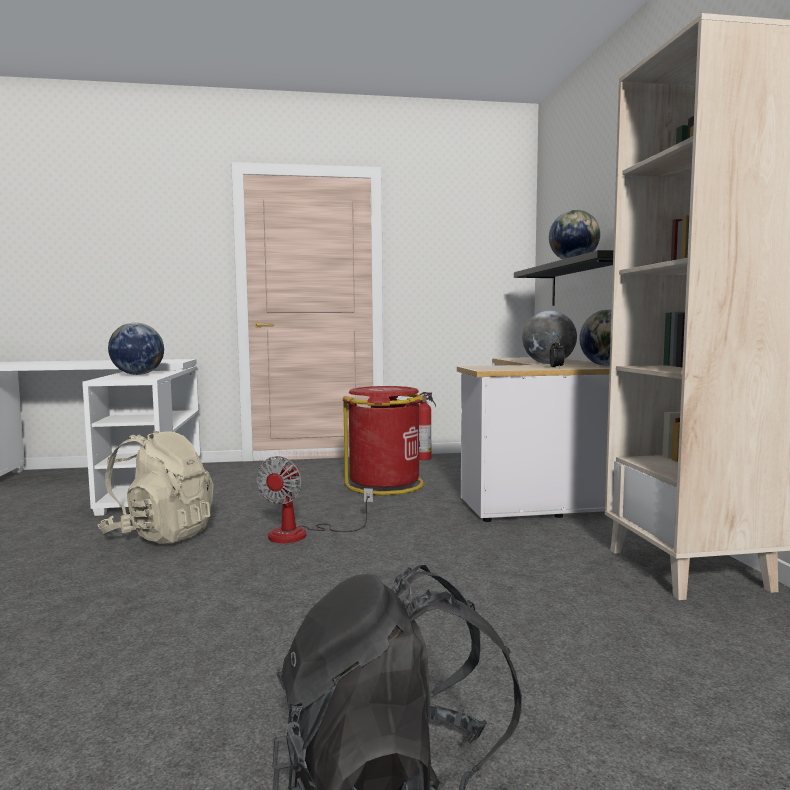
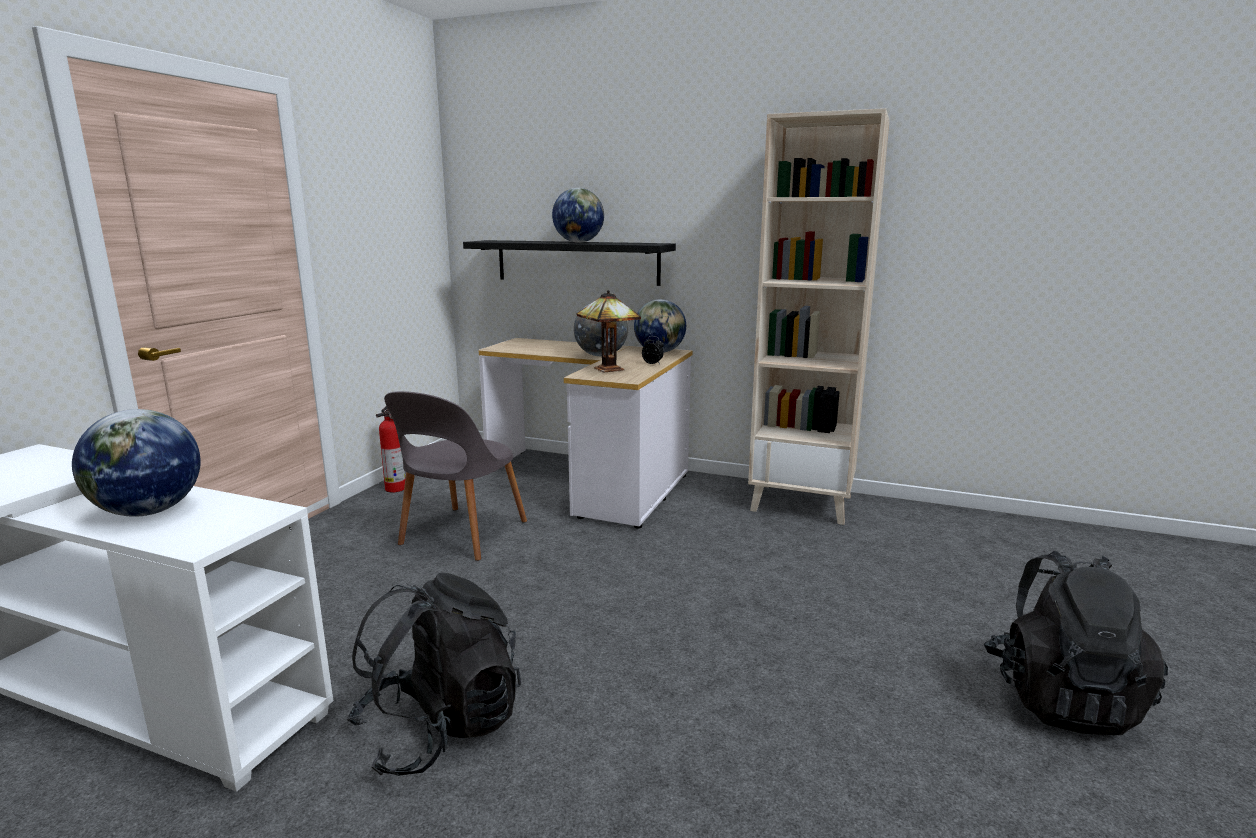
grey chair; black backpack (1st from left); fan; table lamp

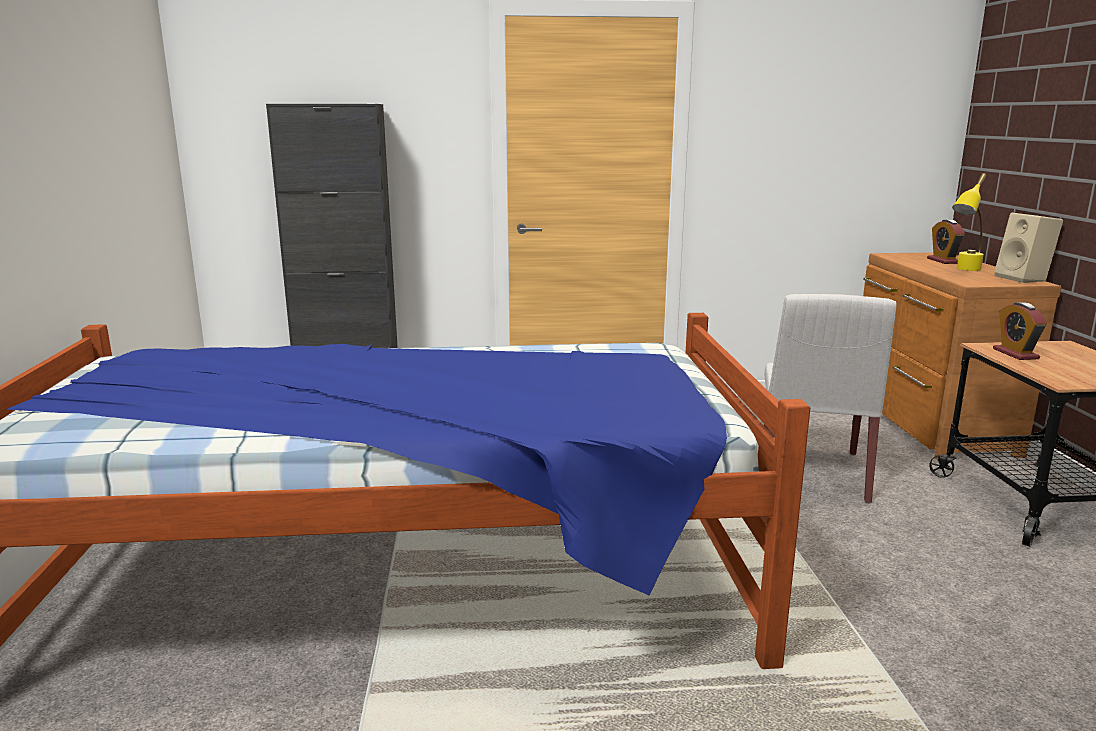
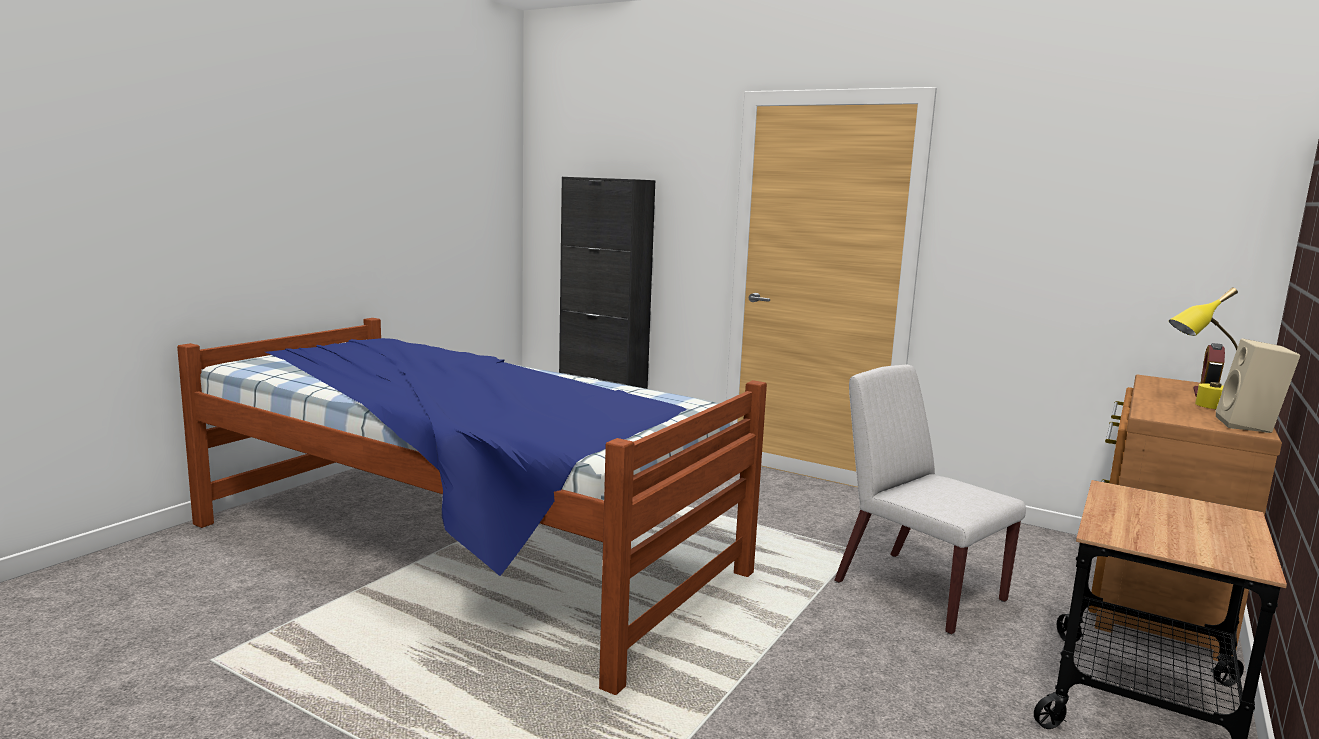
white chair; alarm clock (2nd from left in the first image)

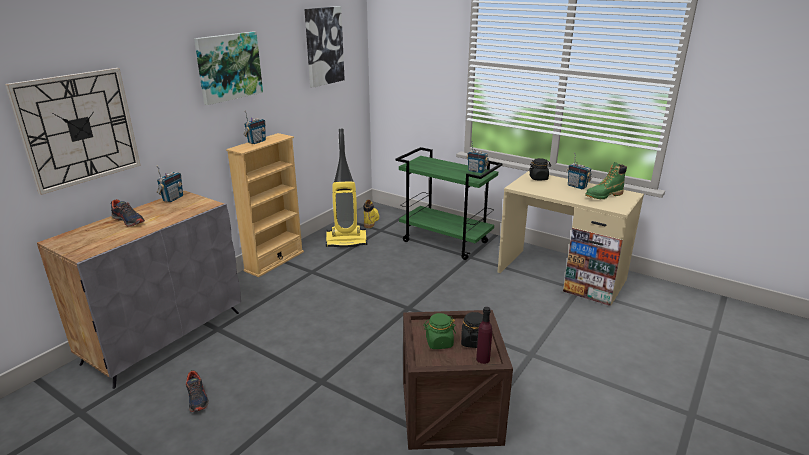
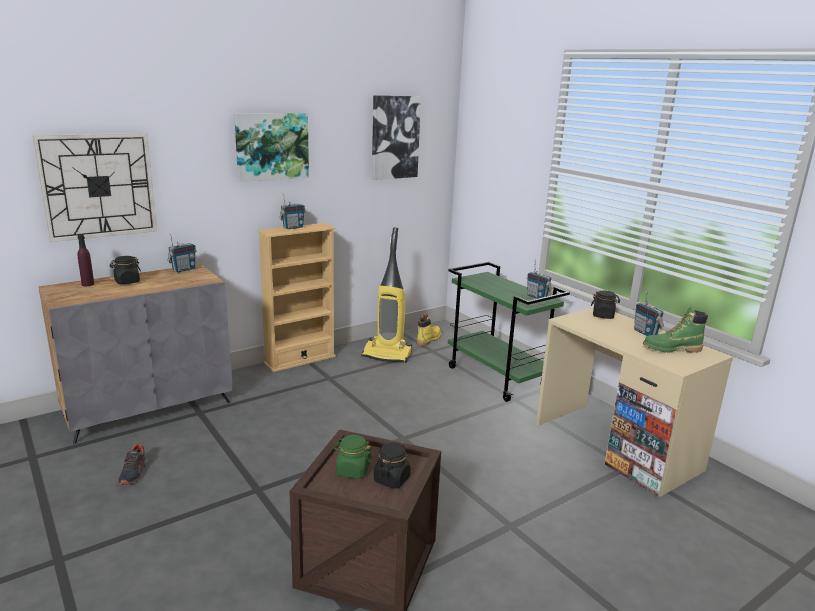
black jar (1st from left); purple bottle

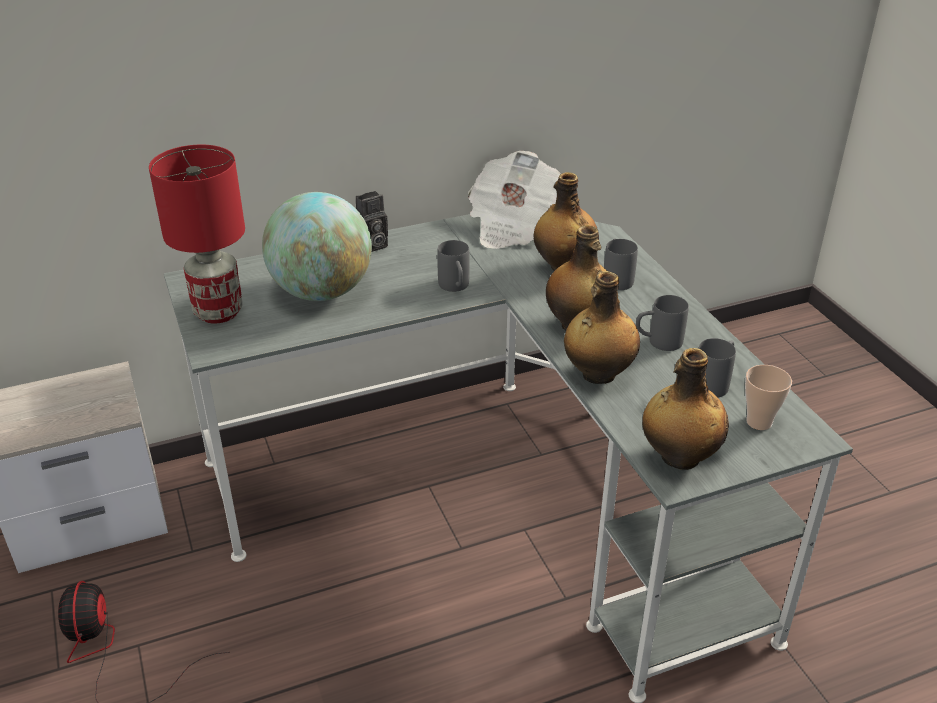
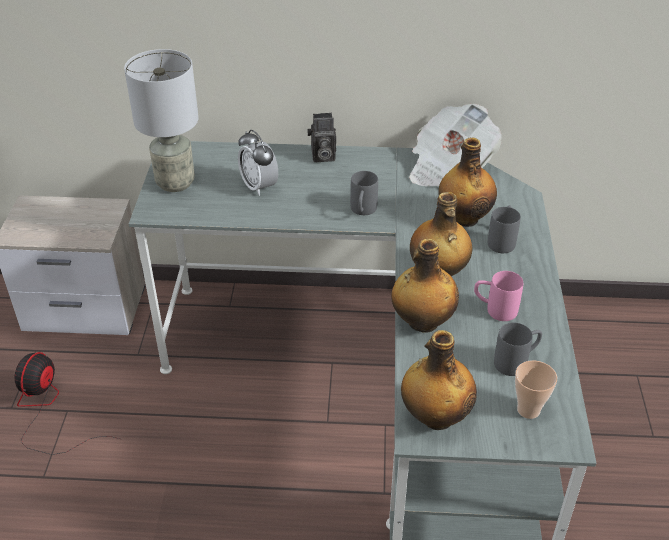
grey table lamp; alarm clock; pink mug

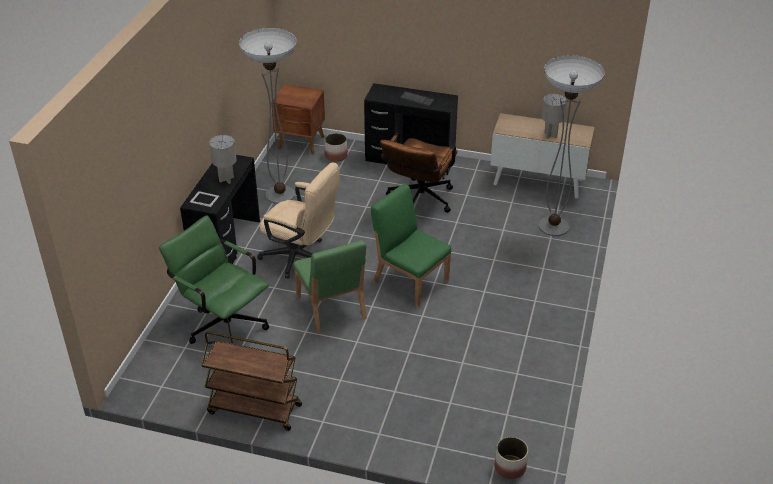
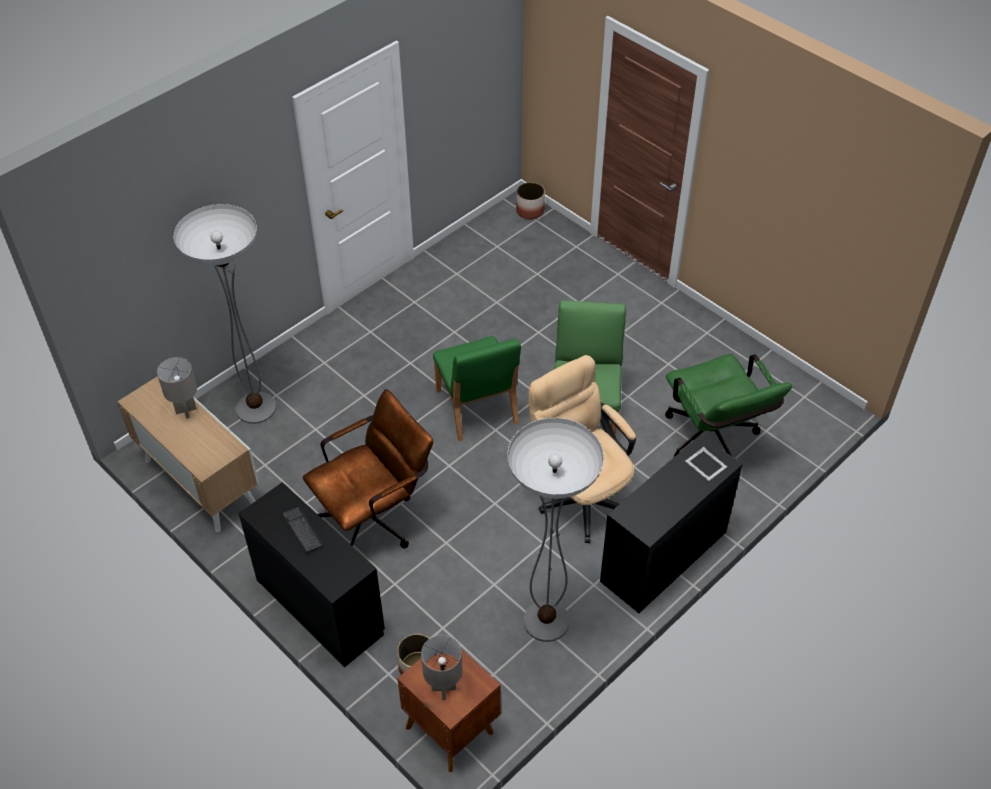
grey table lamp (2nd from left); brown cart

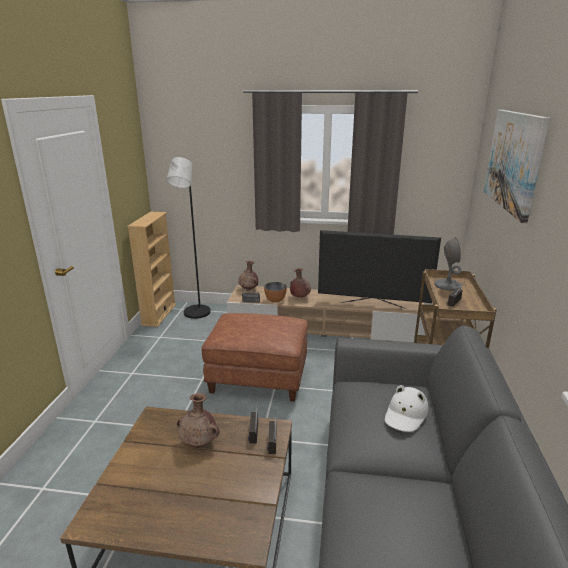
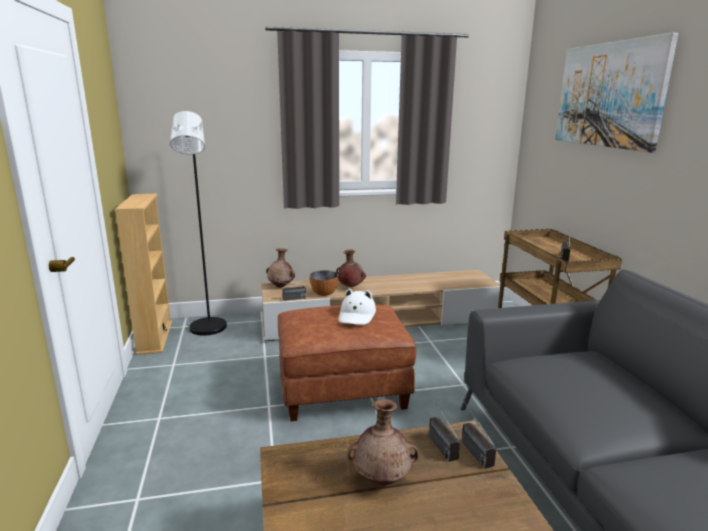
television; grey table lamp; white hat

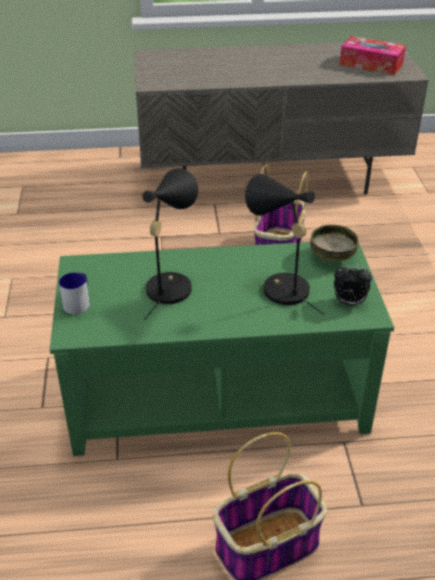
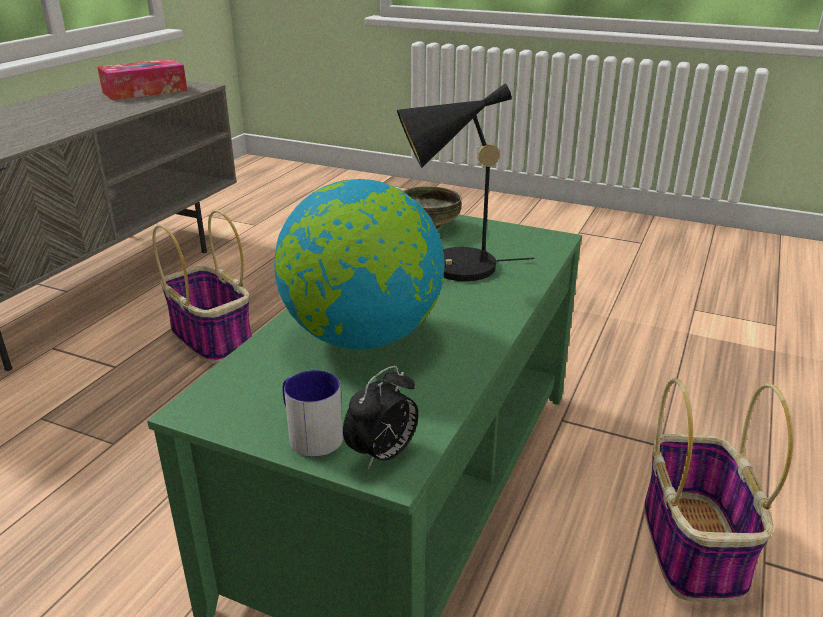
globe; alarm clock

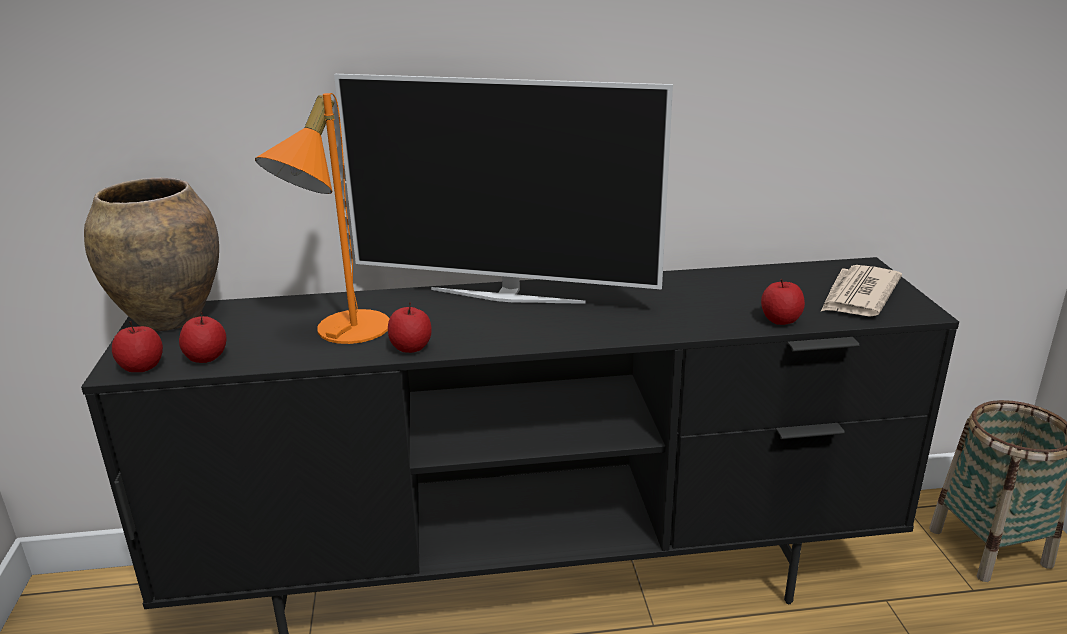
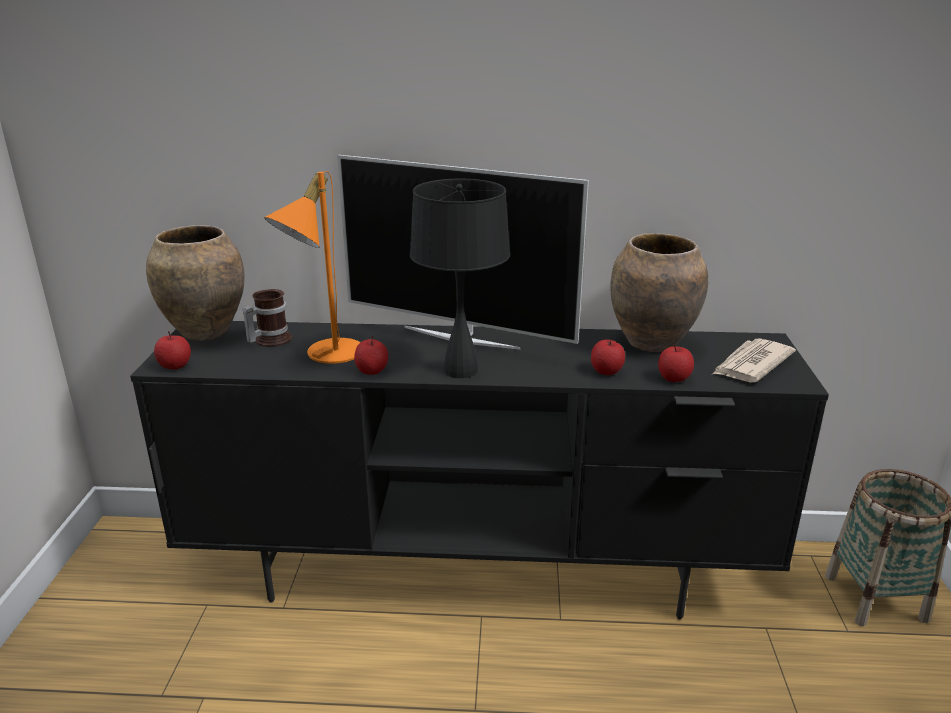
apple (3rd from left); black table lamp; brown vase (2nd from left); mug

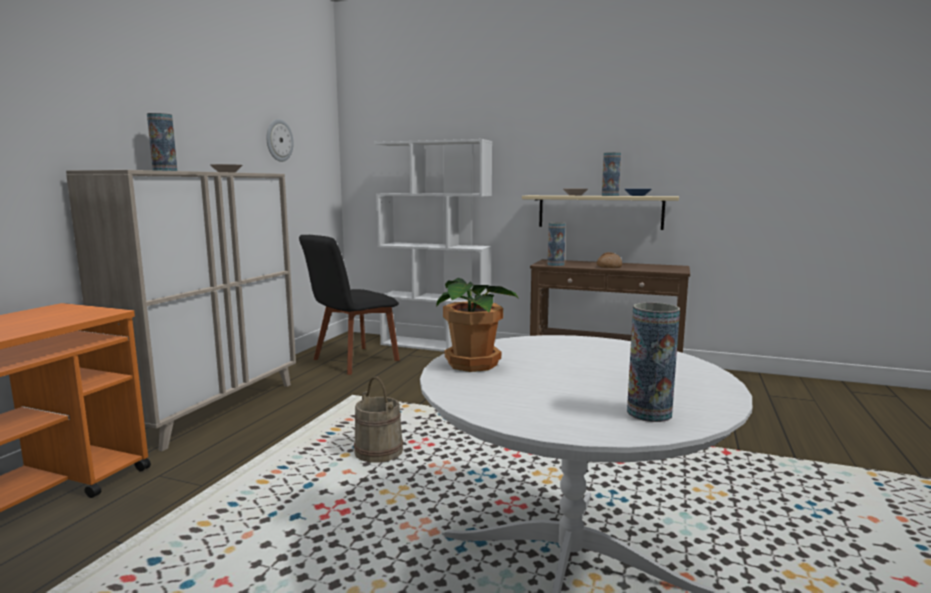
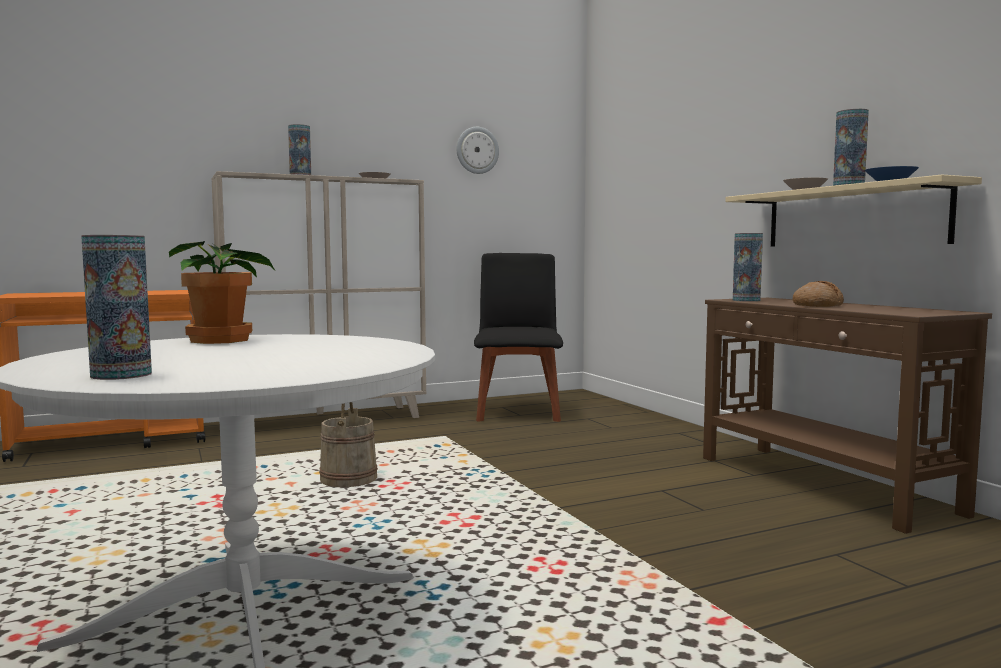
white bookcase; black chair

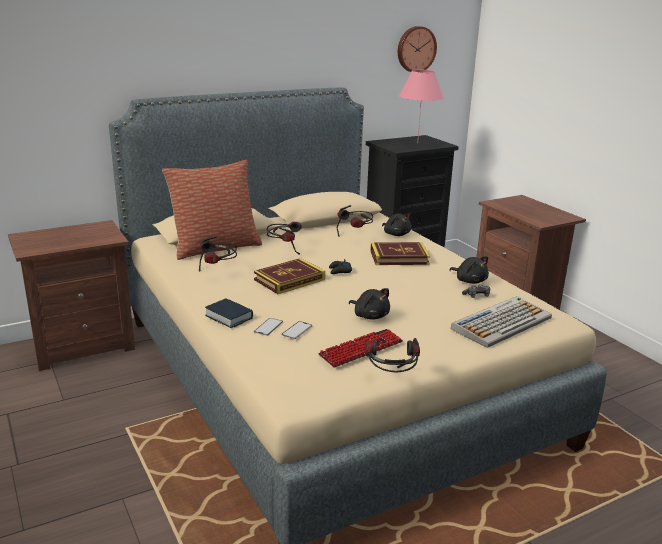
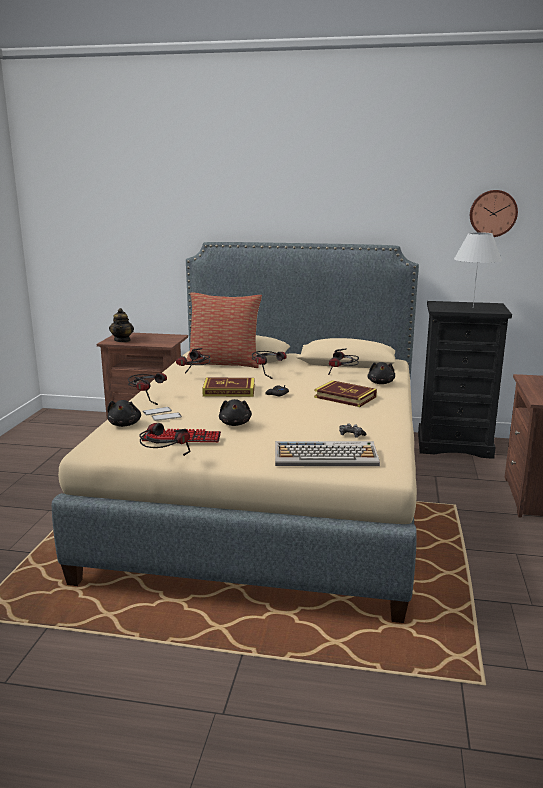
white table lamp; black plush toy (1st from left); headphones (1st from left); teapot

